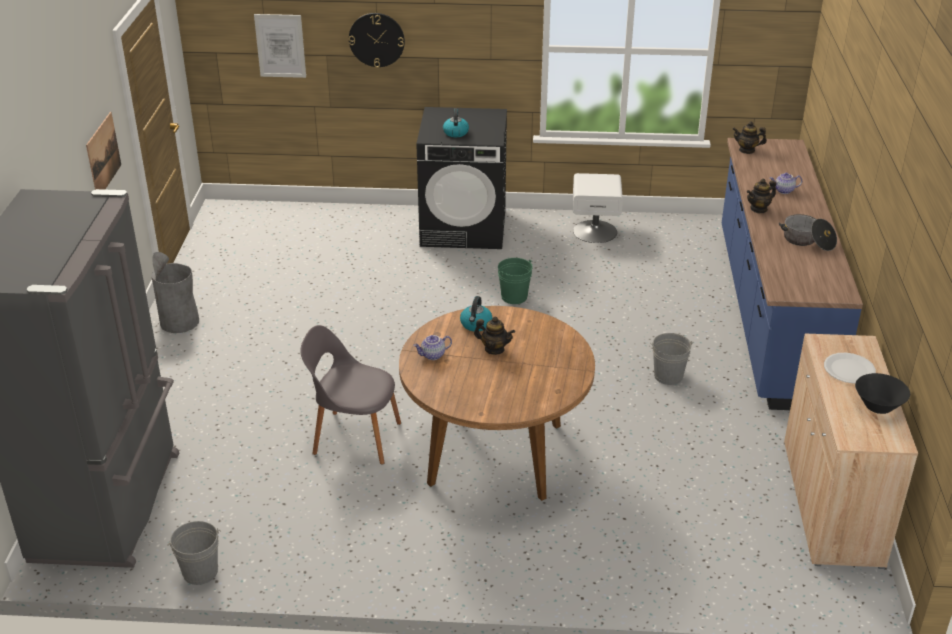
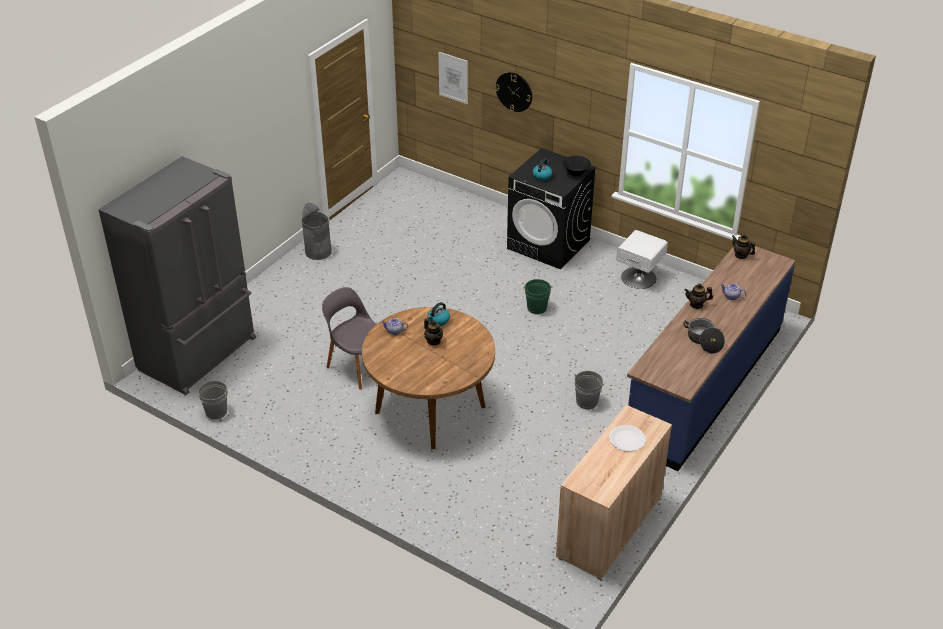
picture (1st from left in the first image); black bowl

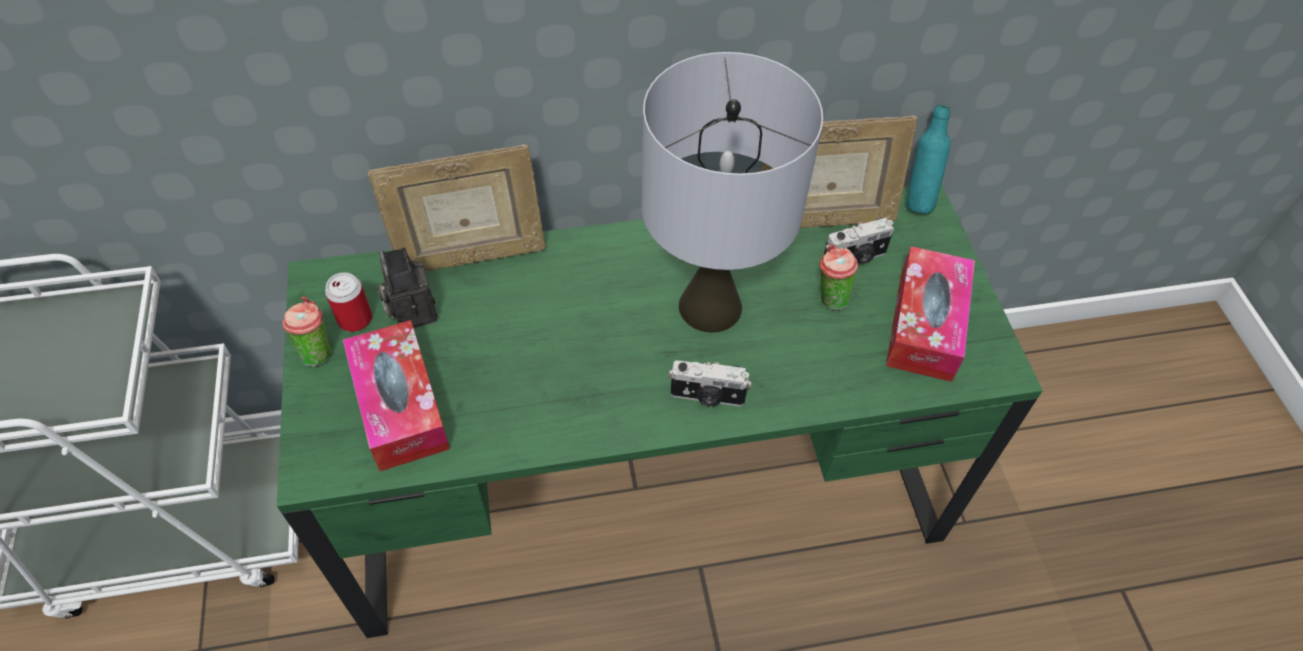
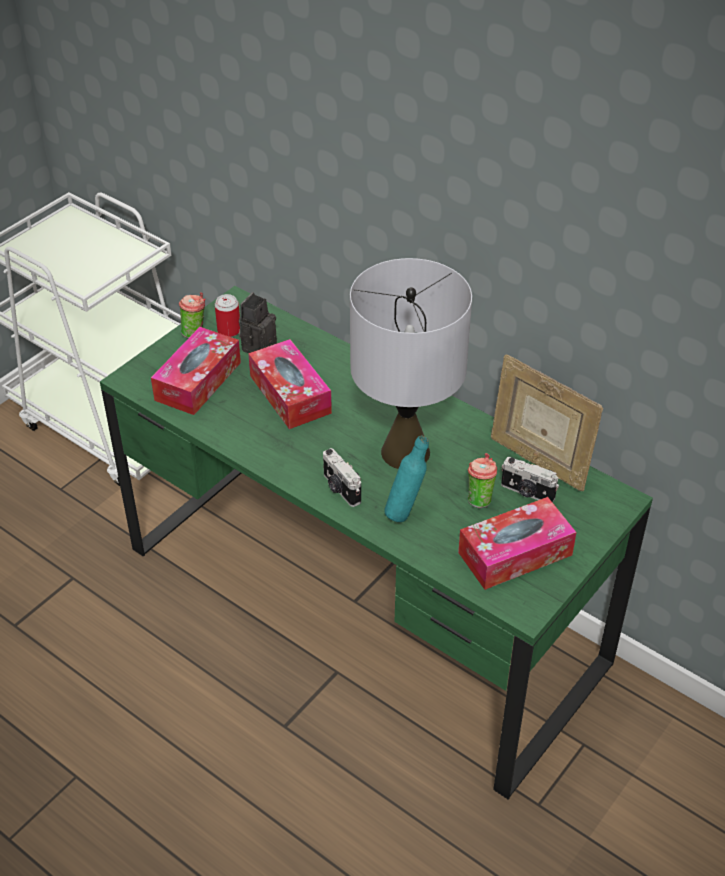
turquoise bottle; picture frame (1st from left in the first image); tissue box (2nd from left)

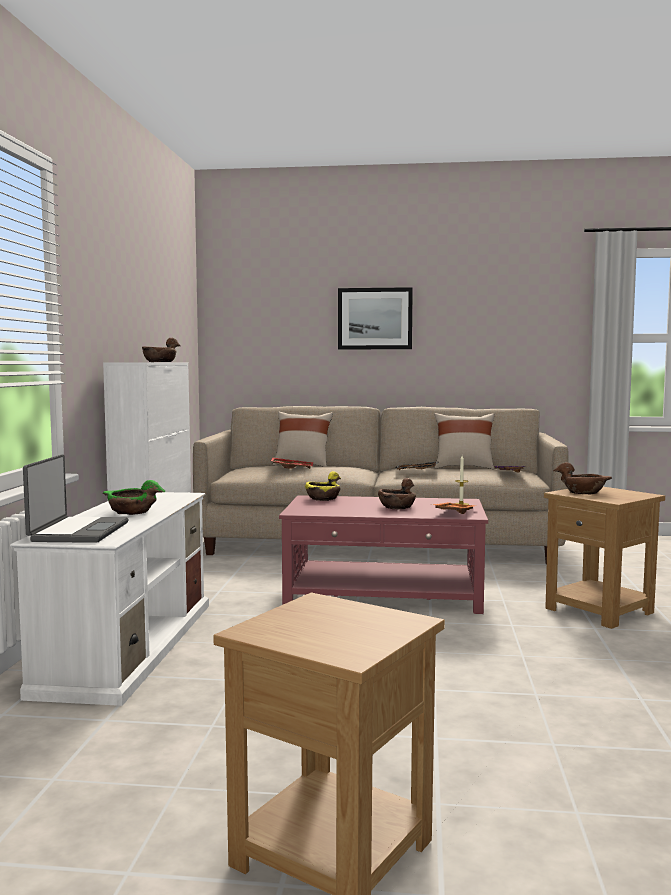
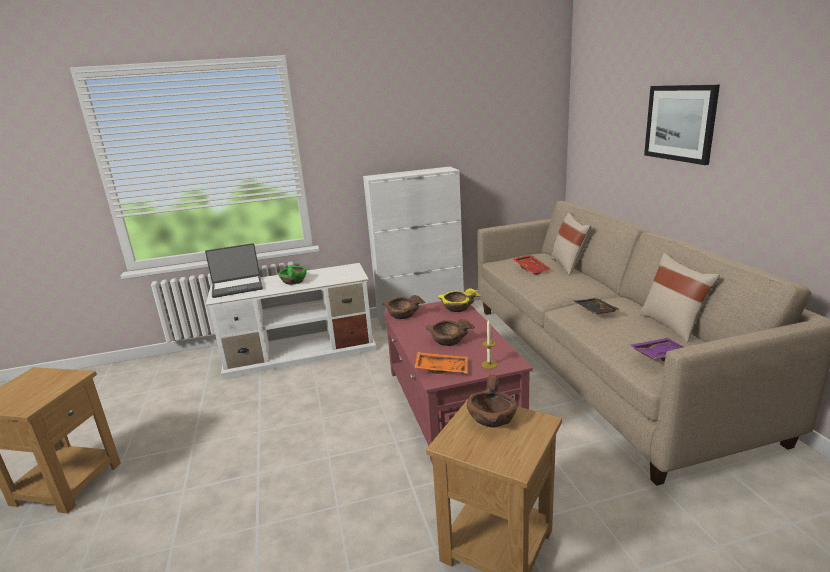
brown bowl (1st from left)

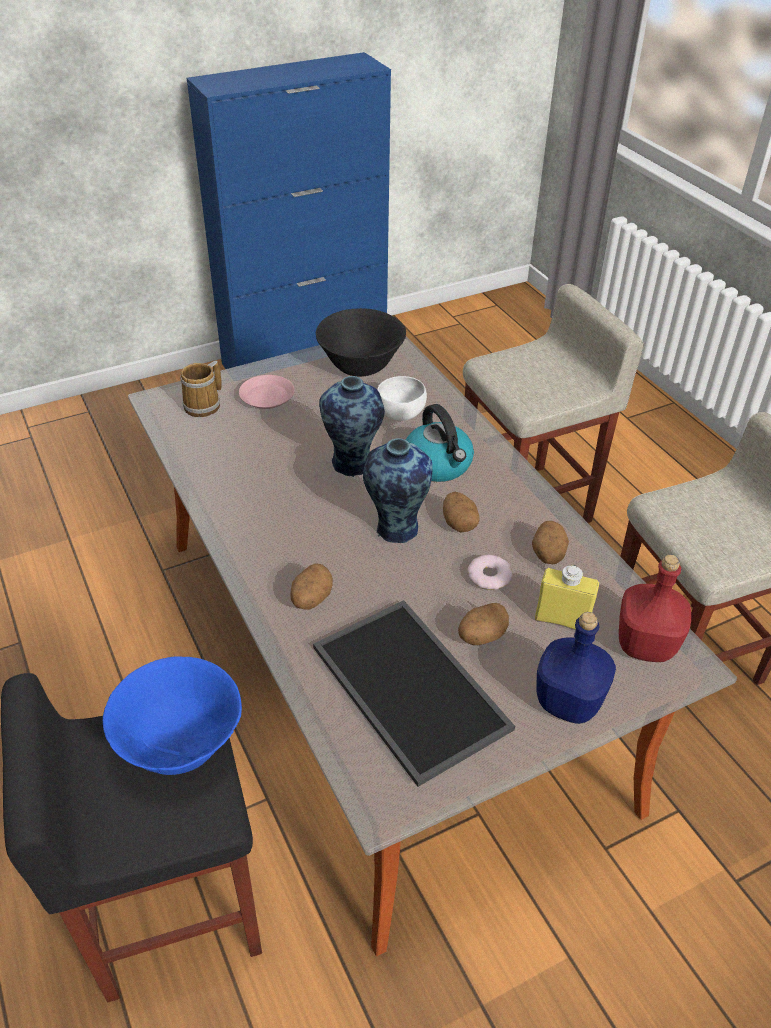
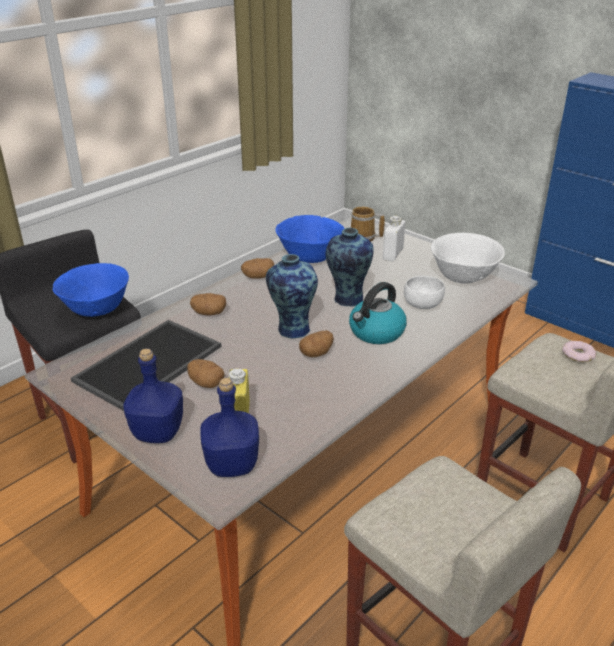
white bowl (2nd from left); white bottle; potato (3rd from left); blue bottle (2nd from left); donut; blue bowl (2nd from left)

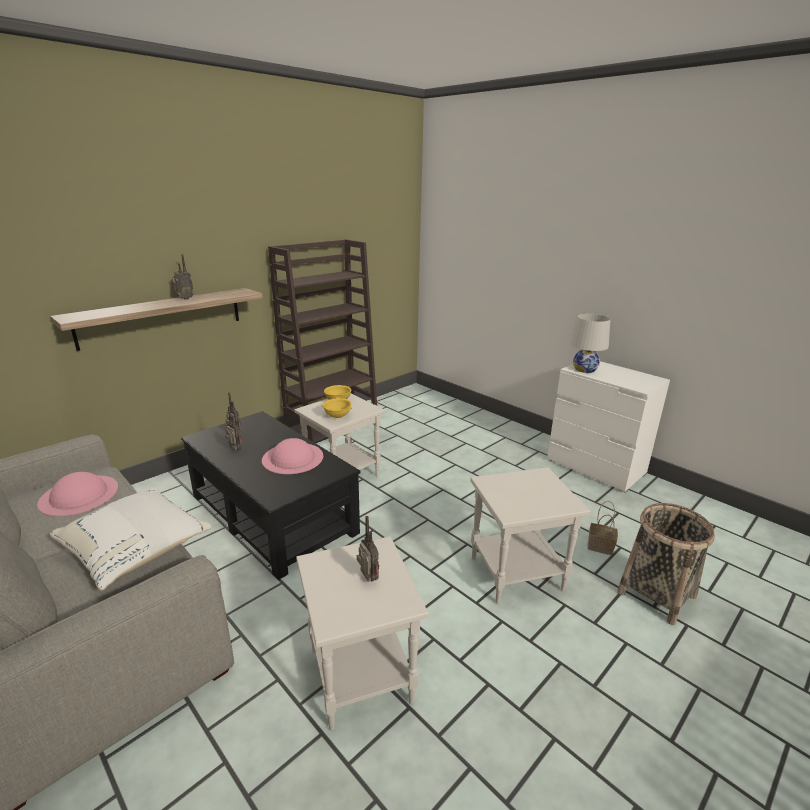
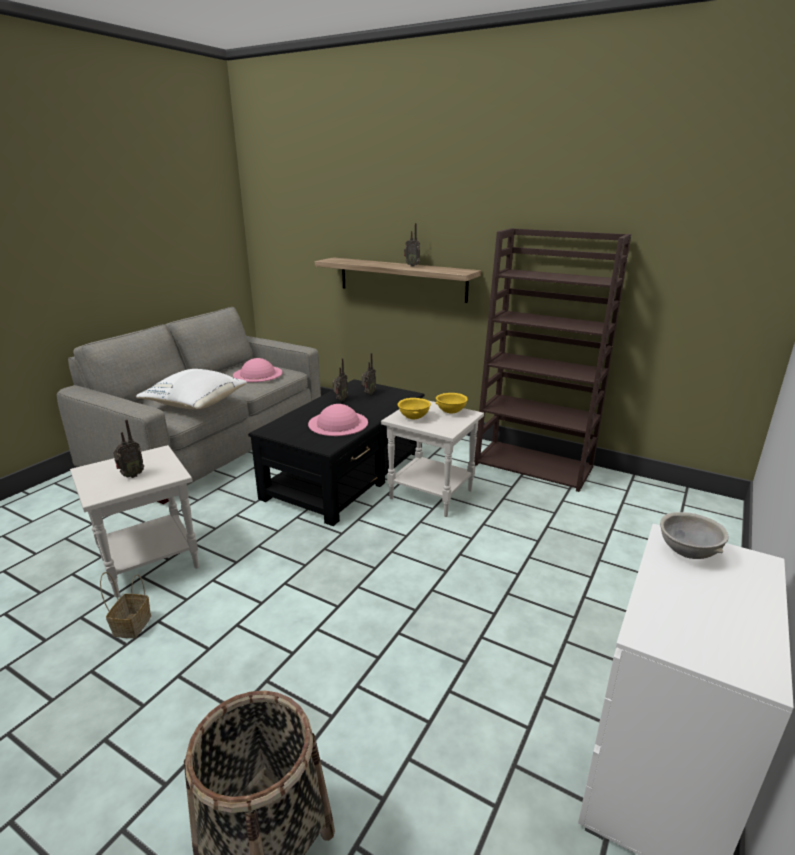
grey bowl; white side table (3rd from left in the first image); basket (1st from left)

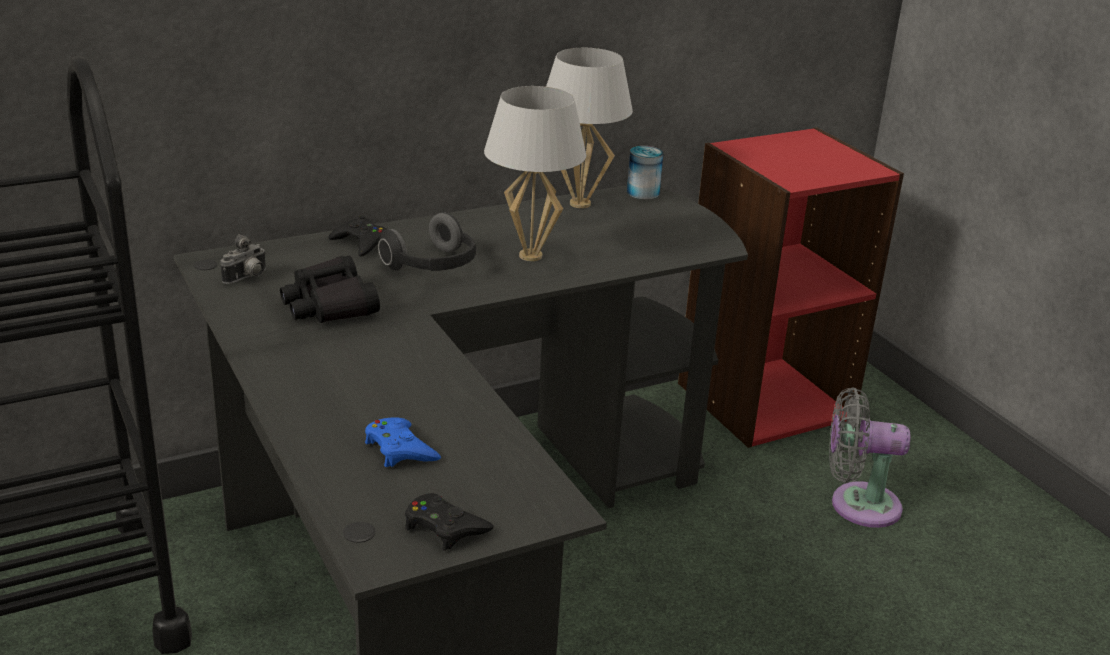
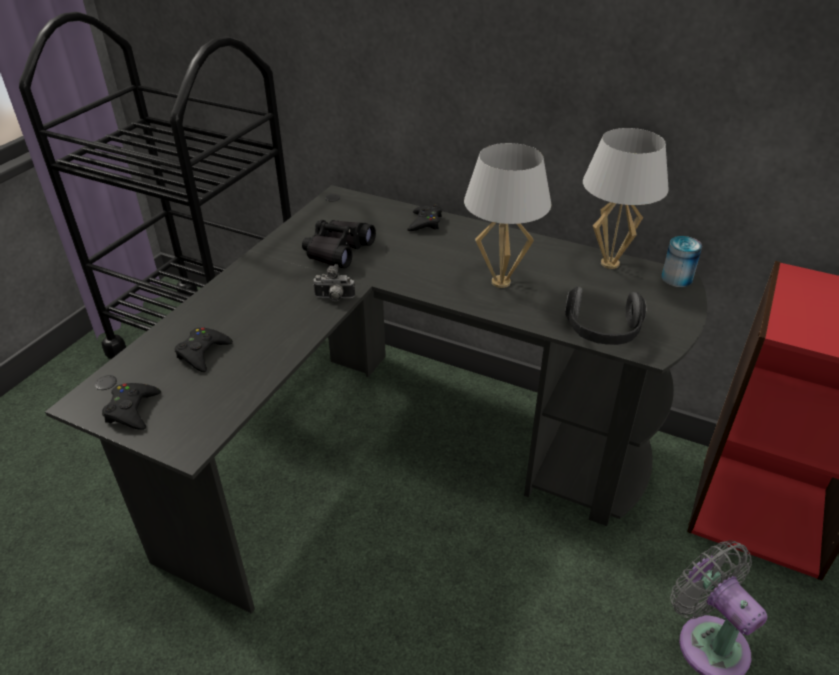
headphones; photo camera; black game controller (2nd from left)

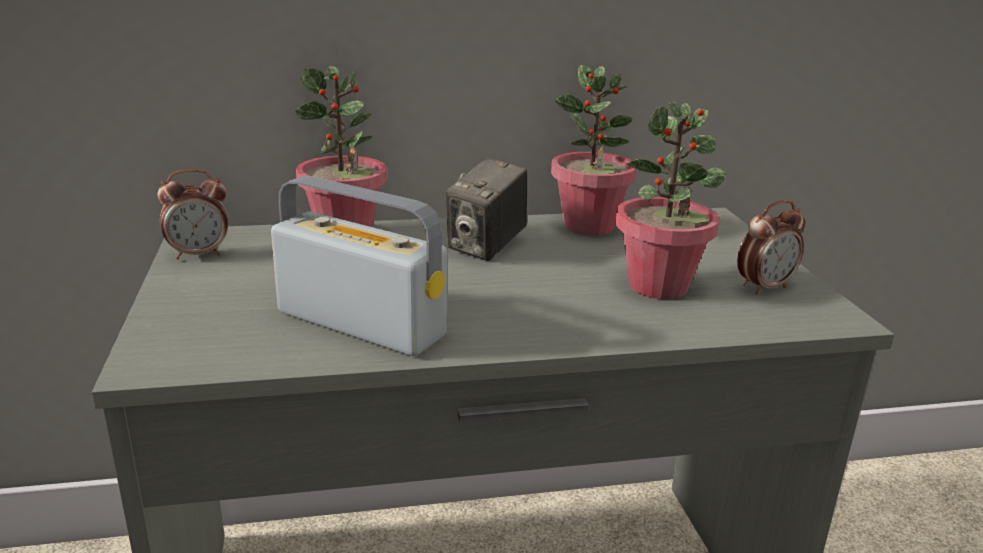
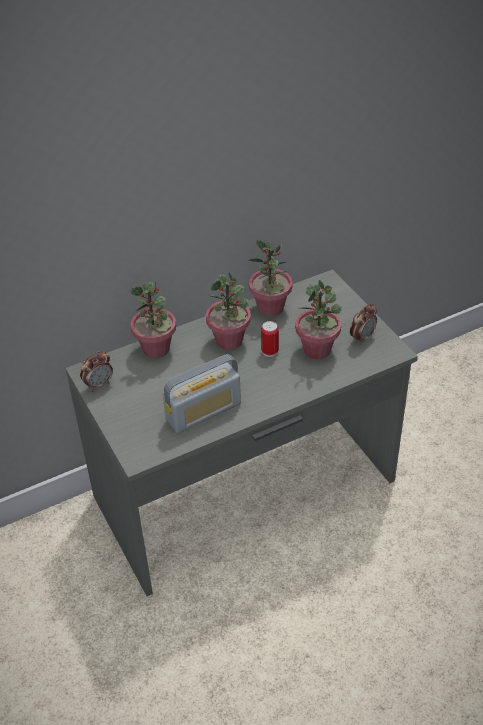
potted plant (2nd from left); radio; can

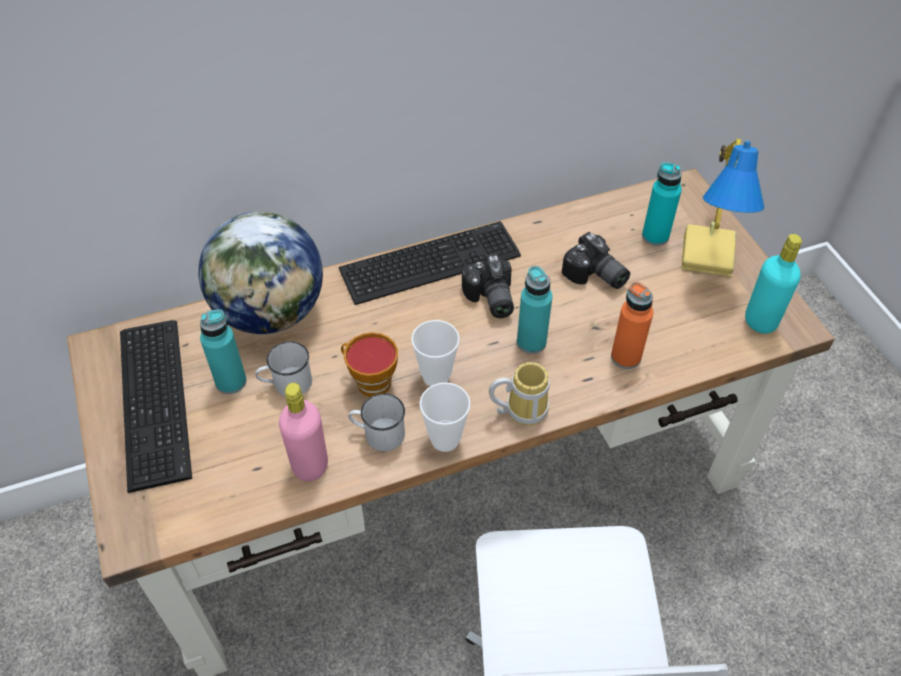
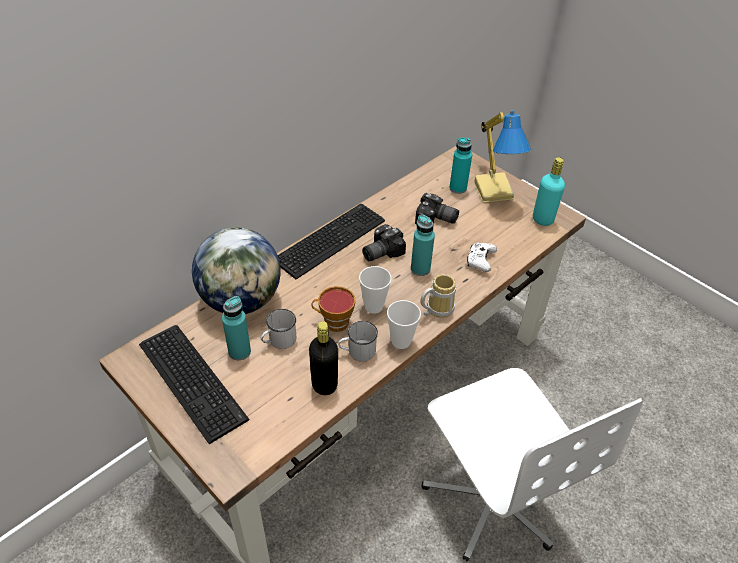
photo camera (1st from left); white game controller; black bottle

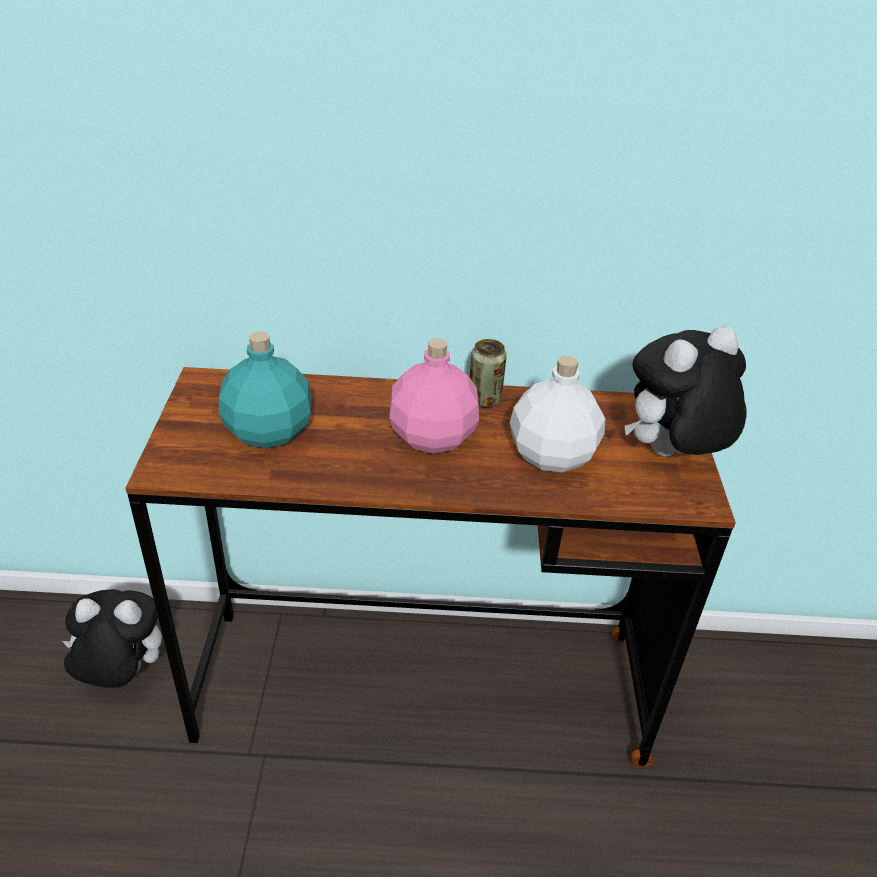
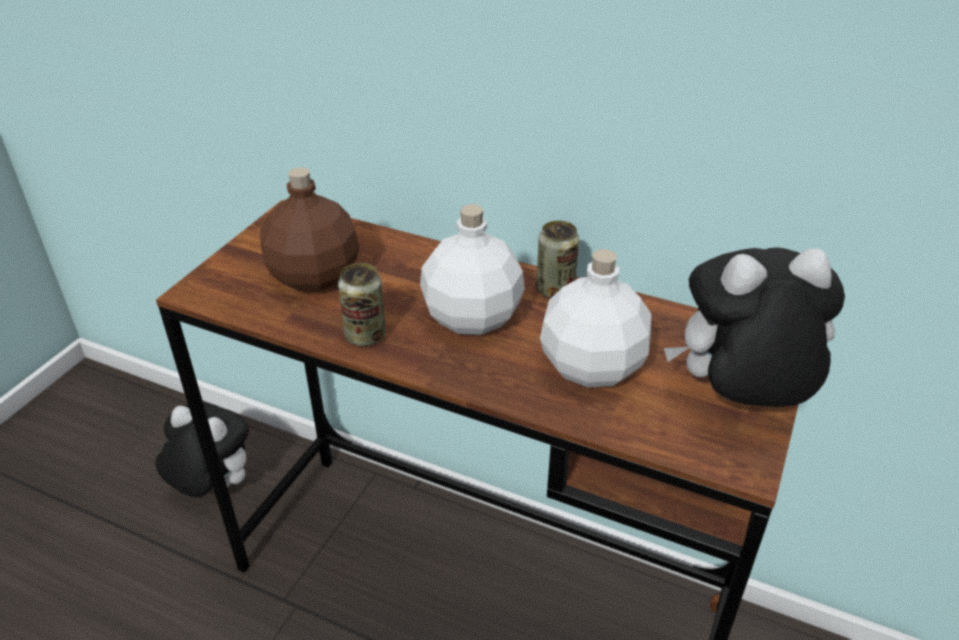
brown bottle; white bottle (1st from left); can (1st from left)

